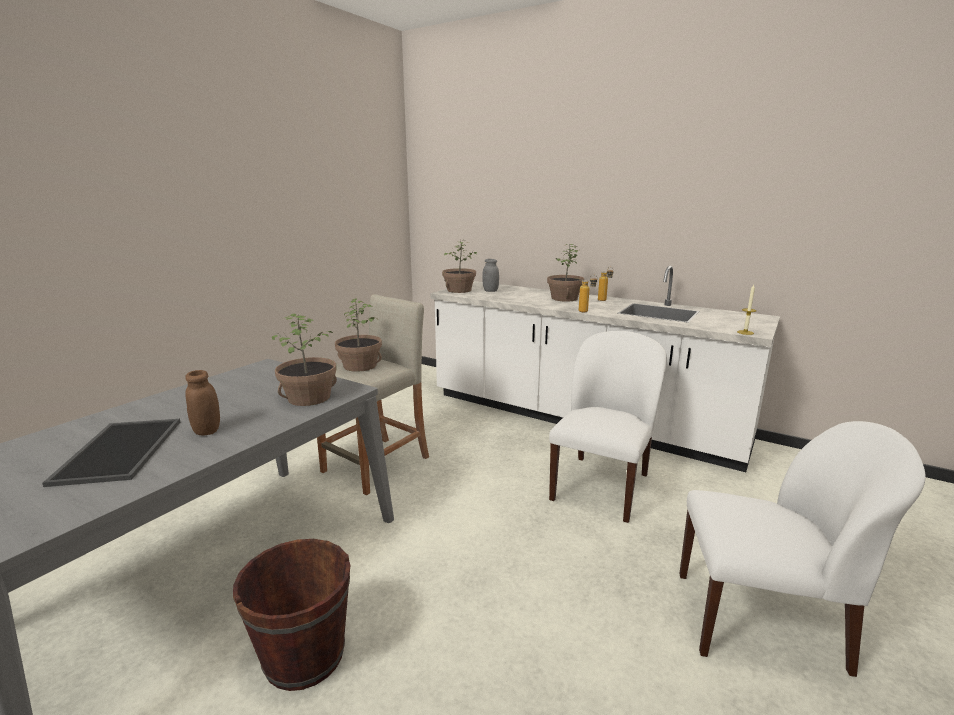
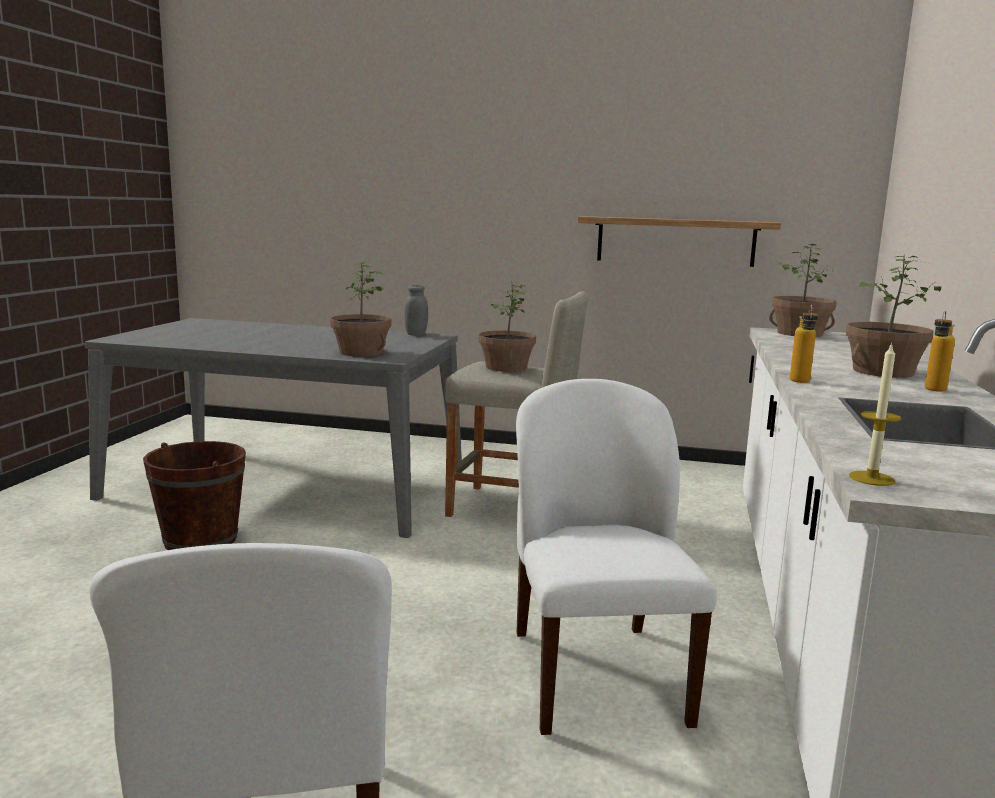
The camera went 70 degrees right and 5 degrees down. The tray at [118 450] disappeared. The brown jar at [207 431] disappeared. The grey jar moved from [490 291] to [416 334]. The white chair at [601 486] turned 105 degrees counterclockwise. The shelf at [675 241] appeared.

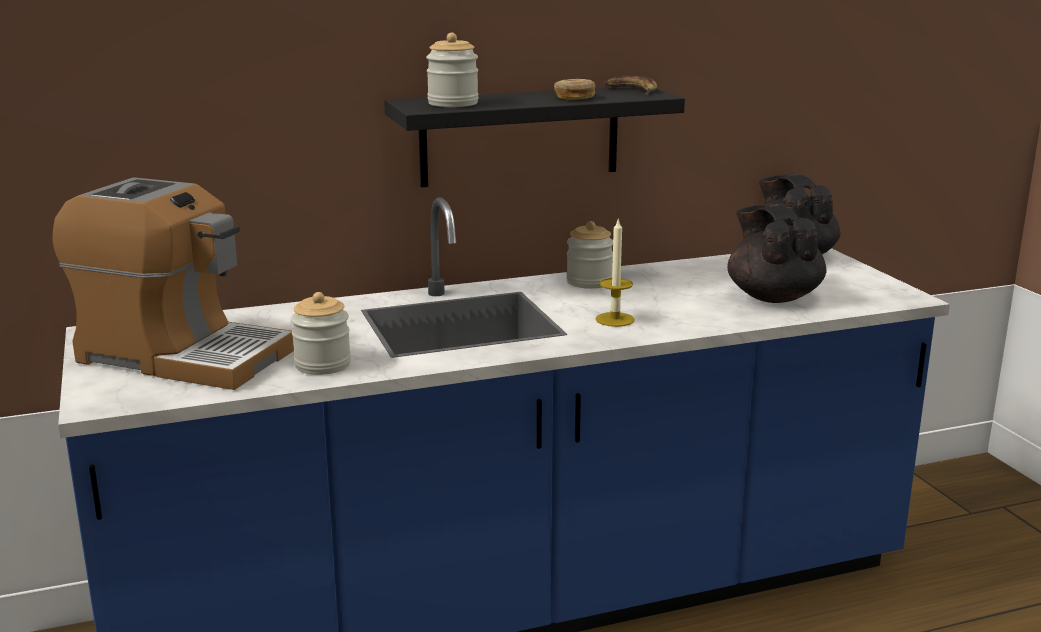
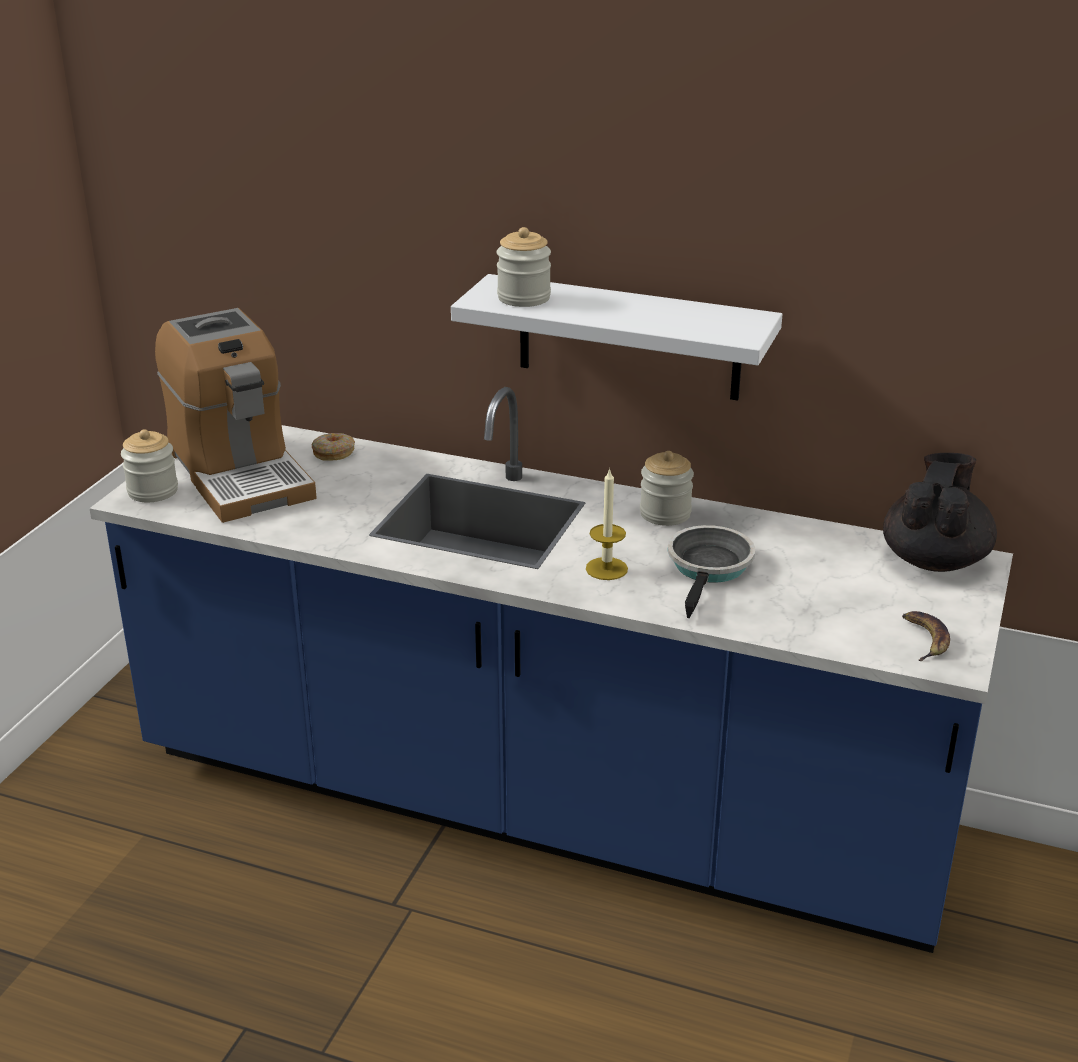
The camera went 40 degrees right and 10 degrees up. The jar moved from [322 364] to [153 491]. The black shelf at [520 136] became the white shelf at [629 338]. The donut moved from [574 97] to [334 453]. The banana moved from [632 90] to [924 639]. The black teapot at [772 296] disappeared. The frying pan at [709 569] appeared.

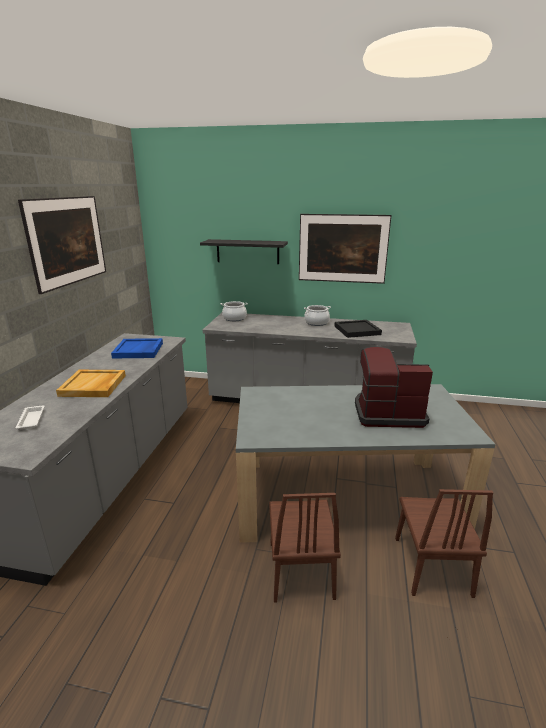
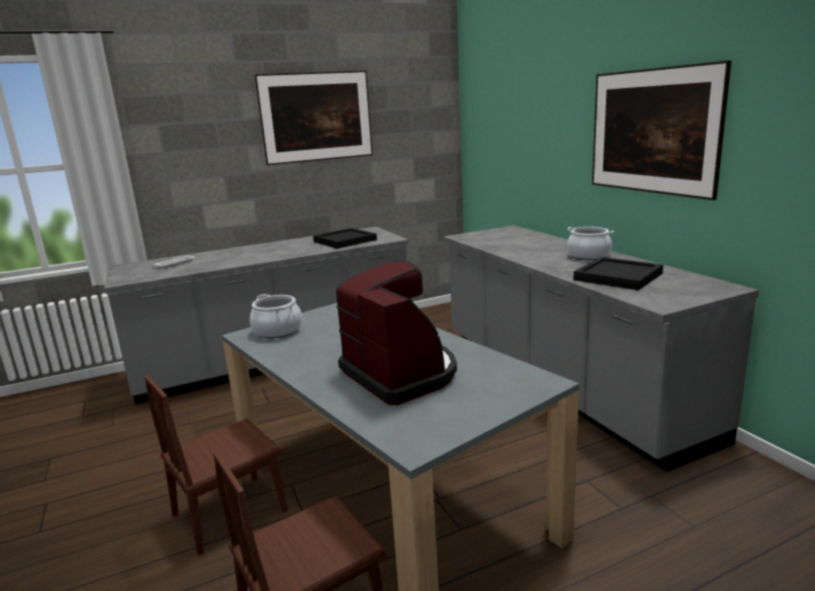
The camera went 55 degrees right and 5 degrees down. The beige tray at [93 386] disappeared. The blue tray at [138 350] became the black tray at [345 241]. The black shelf at [247 251] disappeared. The cooking pot moved from [234 318] to [278 331].

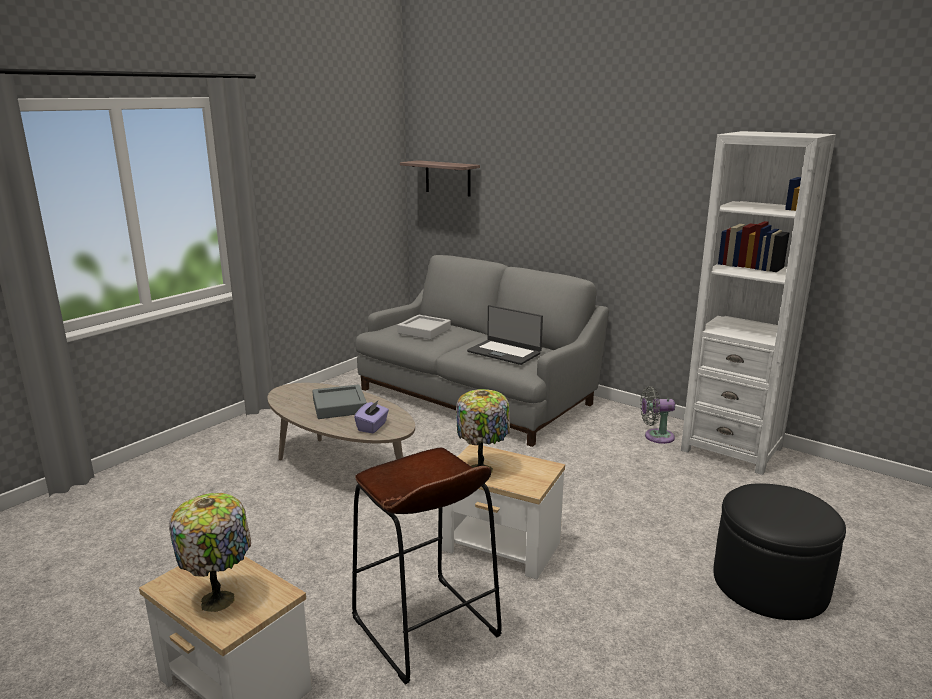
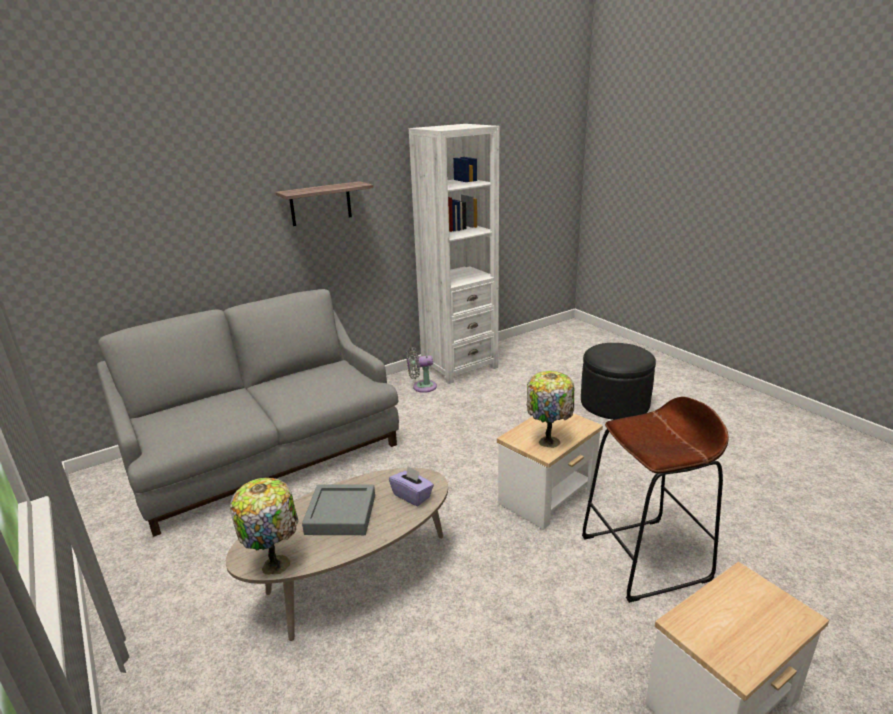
The camera went 70 degrees left and 5 degrees up. The table lamp moved from [220 599] to [275 563]. The grey tray at [424 331] disappeared. The shelf moved from [448 178] to [320 204]. The laptop at [504 352] disappeared. The grey fan at [656 436] turned 60 degrees clockwise.

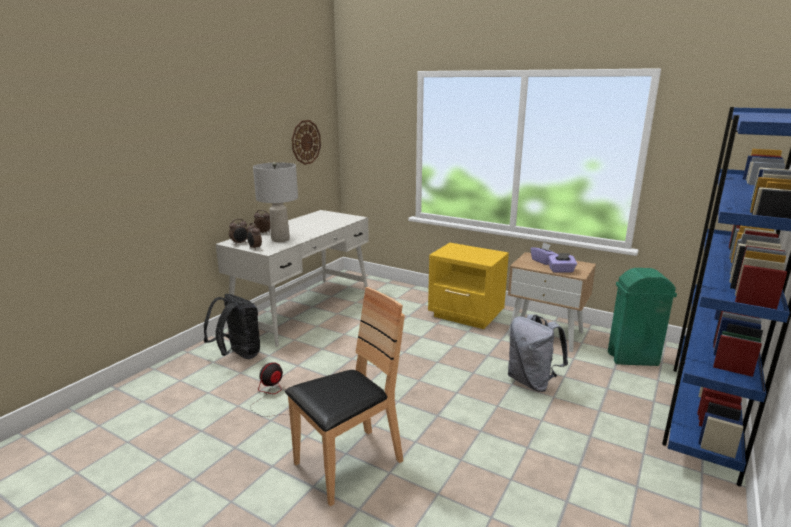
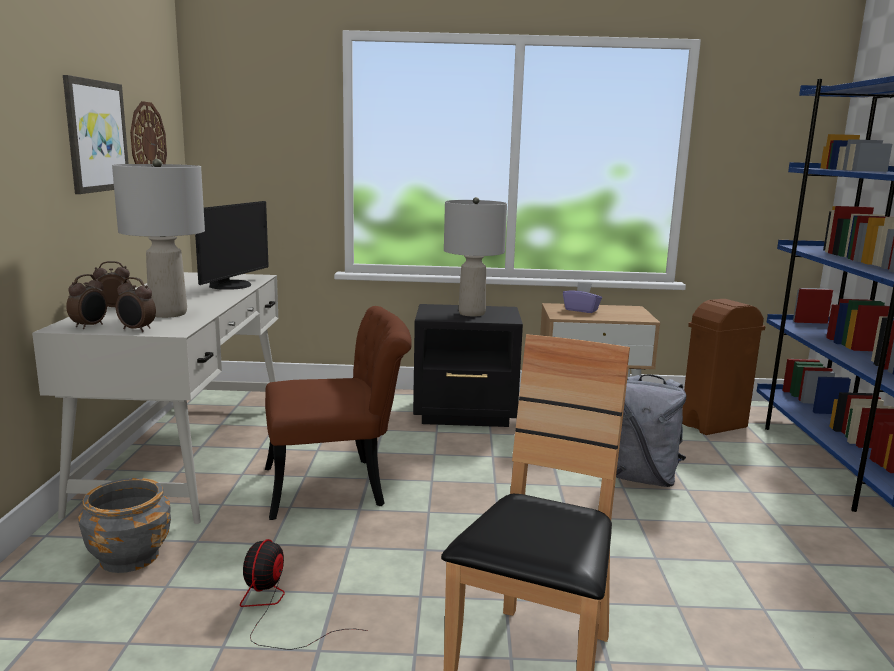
The camera went 30 degrees left and 5 degrees down. The black backpack at [238 355] was replaced by the grey planter at [129 557]. The yellow nightstand at [466 316] became the black nightstand at [466 414]. The purple tissue box at [561 270] disappeared. The green trash can at [632 358] became the brown trash can at [712 425]. The picture at [95 136] appeared. The monitor at [232 286] appeared. The brown chair at [338 486] appeared. The grey table lamp at [472 313] appeared.

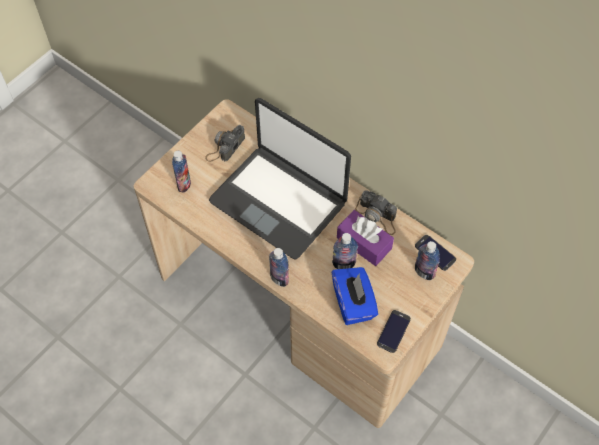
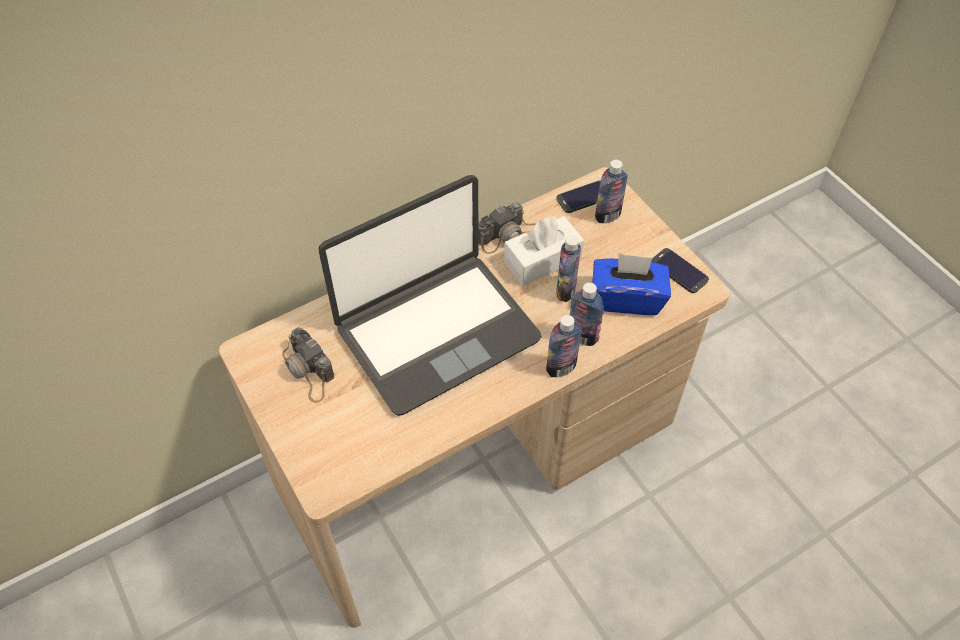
The camera went 70 degrees left and 5 degrees down. The bottle moved from [184 184] to [582 336]. The purple tissue box at [364 243] became the white tissue box at [542 260].

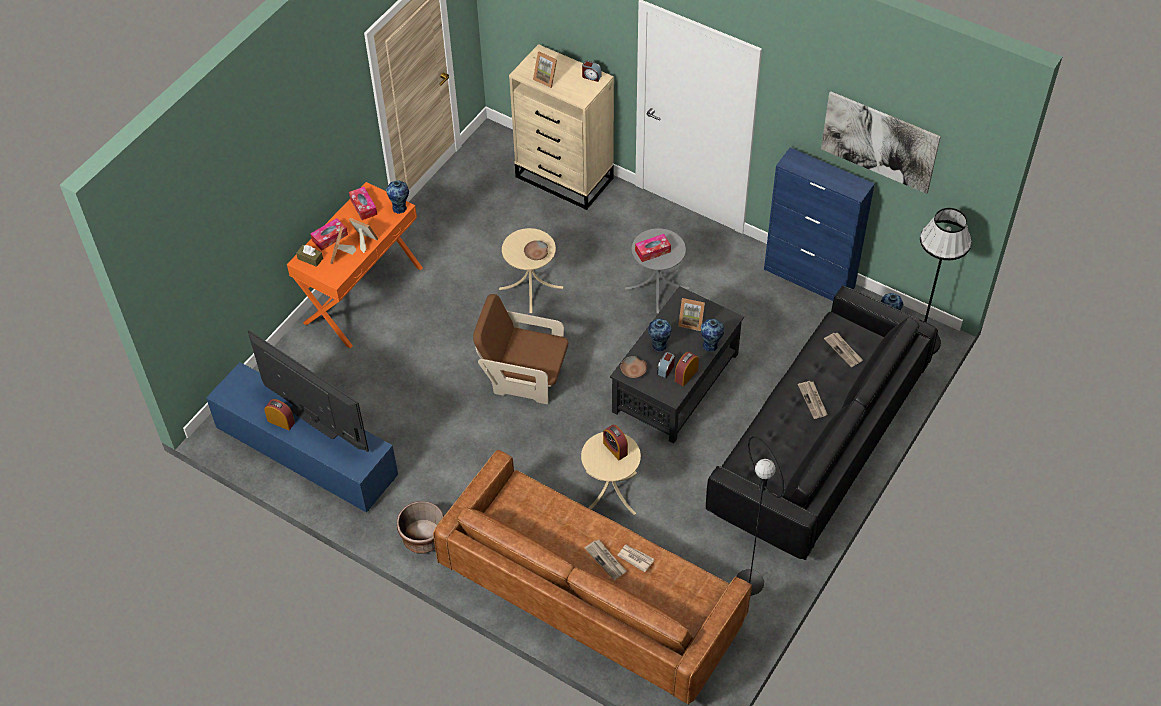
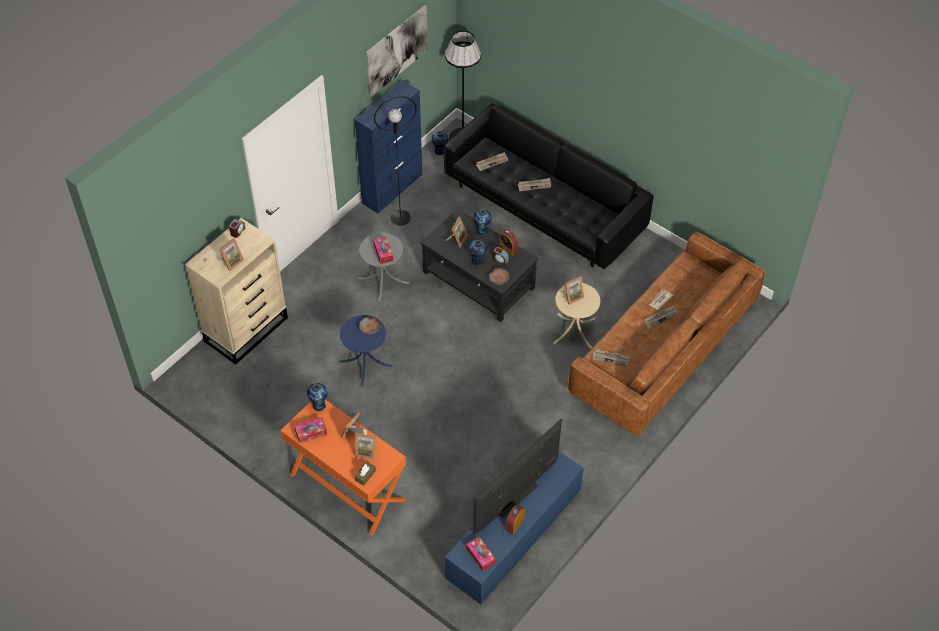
The camera went 85 degrees left and 0 degrees up. The tissue box moved from [330 237] to [480 556]. The brown planter at [423 538] disappeared. The brown armchair at [523 377] disappeared. The beige side table at [531 288] became the blue side table at [365 363]. The alarm clock at [615 449] was replaced by the picture frame at [572 296]. The black floor lamp moved from [749 582] to [400 217]. The newspaper at [611 358] appeared.

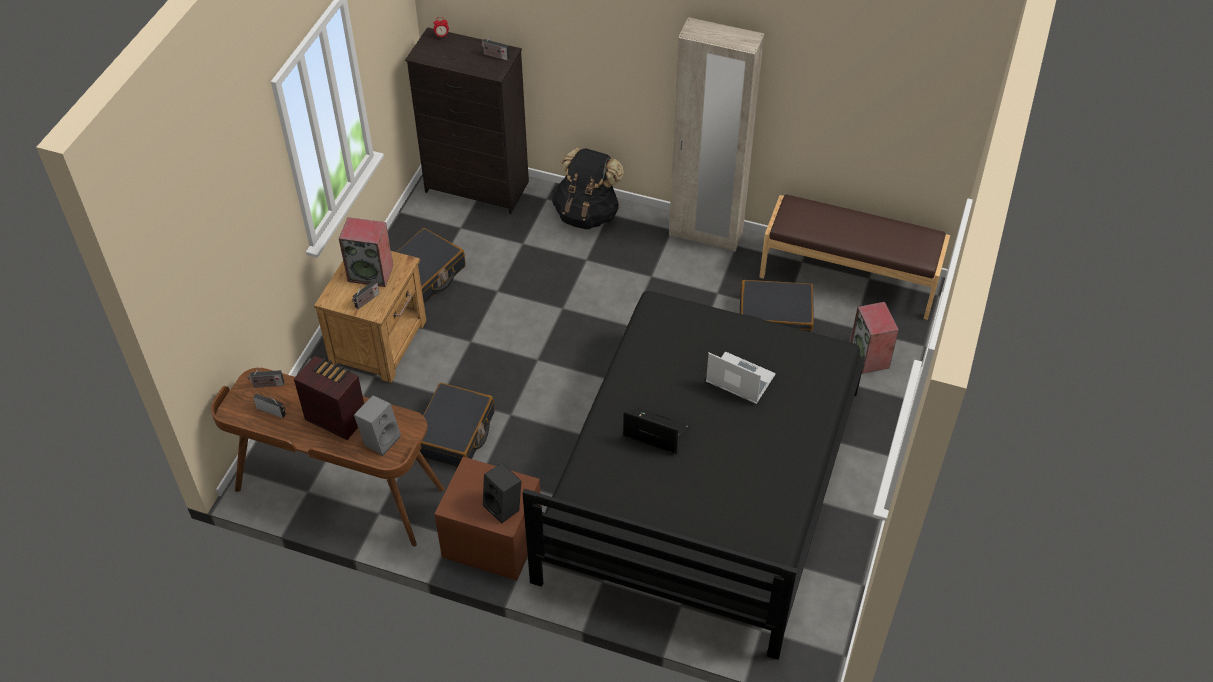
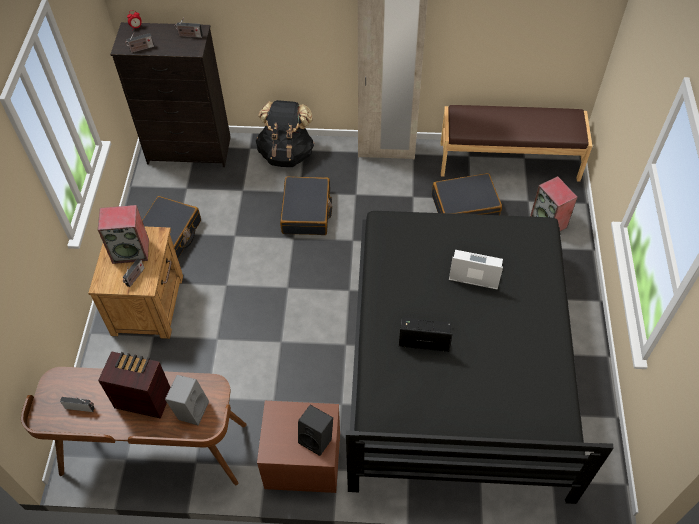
The camera went 15 degrees left and 5 degrees up. The radio moved from [267 385] to [140 49]. The black suitcase moved from [454 434] to [307 212].

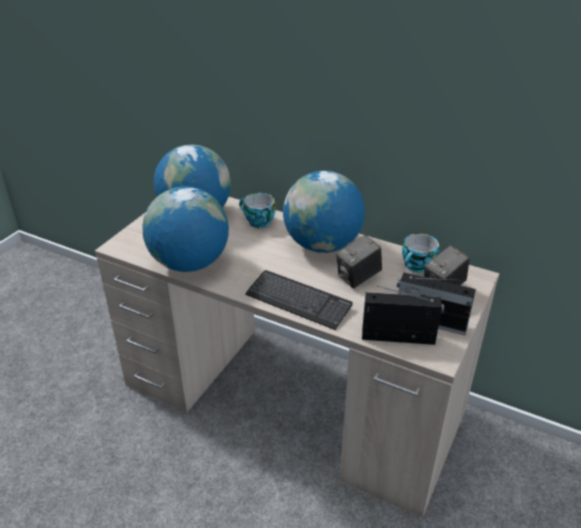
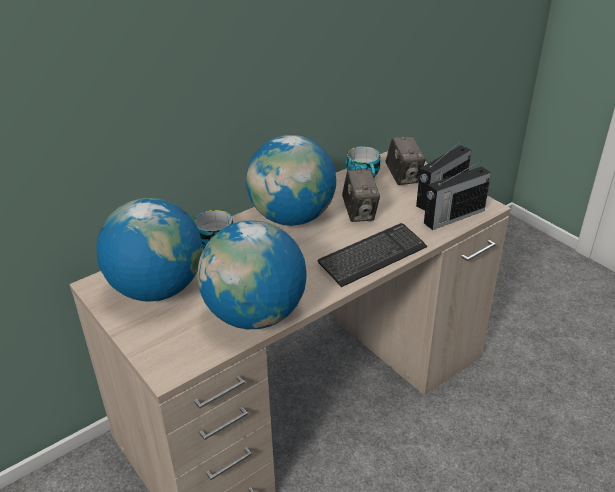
The camera went 65 degrees left and 0 degrees up. The radio at [399 337] turned 150 degrees counterclockwise.

